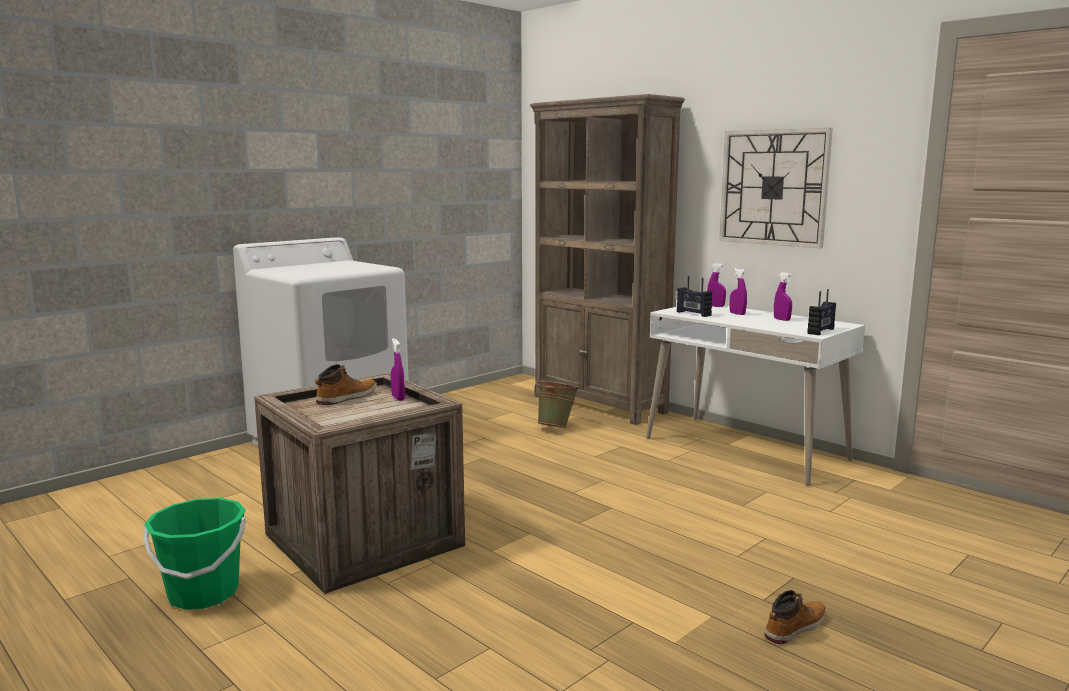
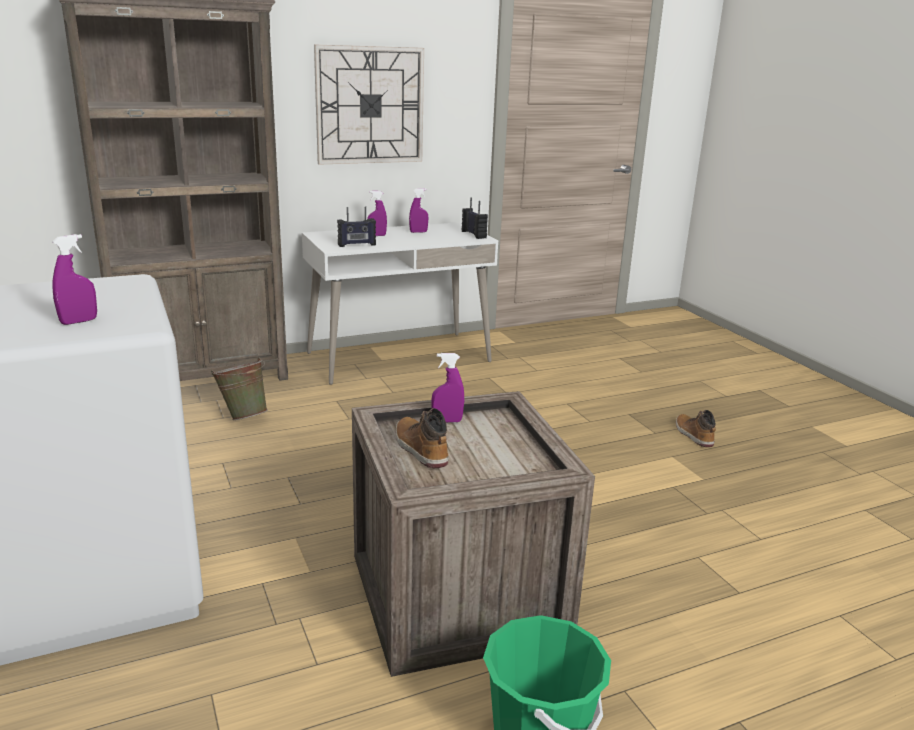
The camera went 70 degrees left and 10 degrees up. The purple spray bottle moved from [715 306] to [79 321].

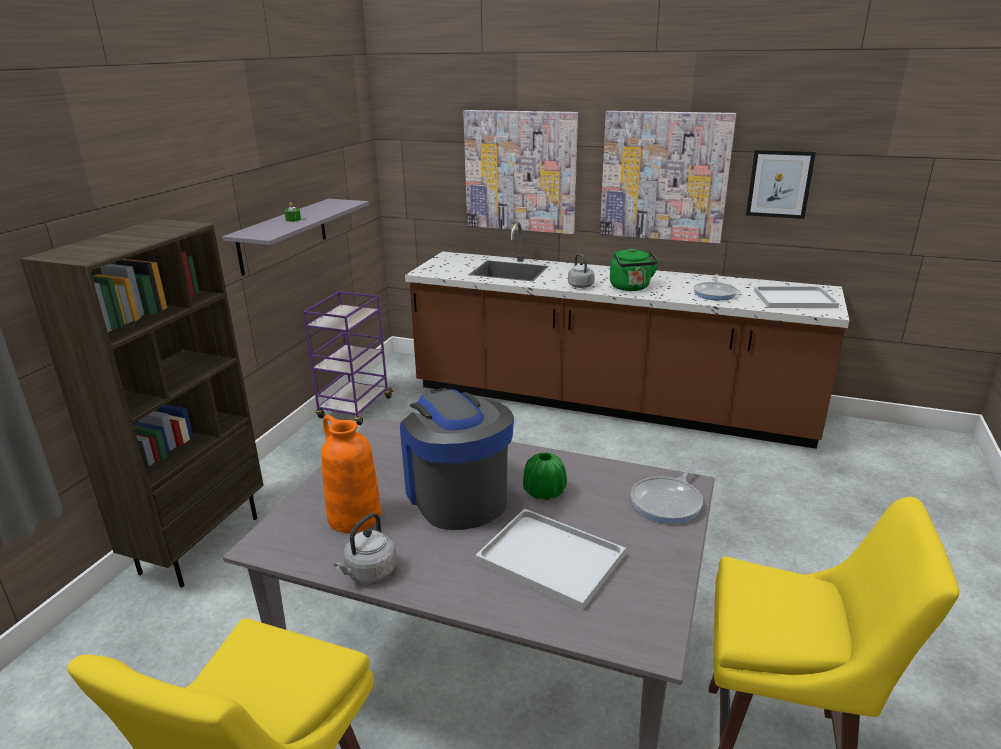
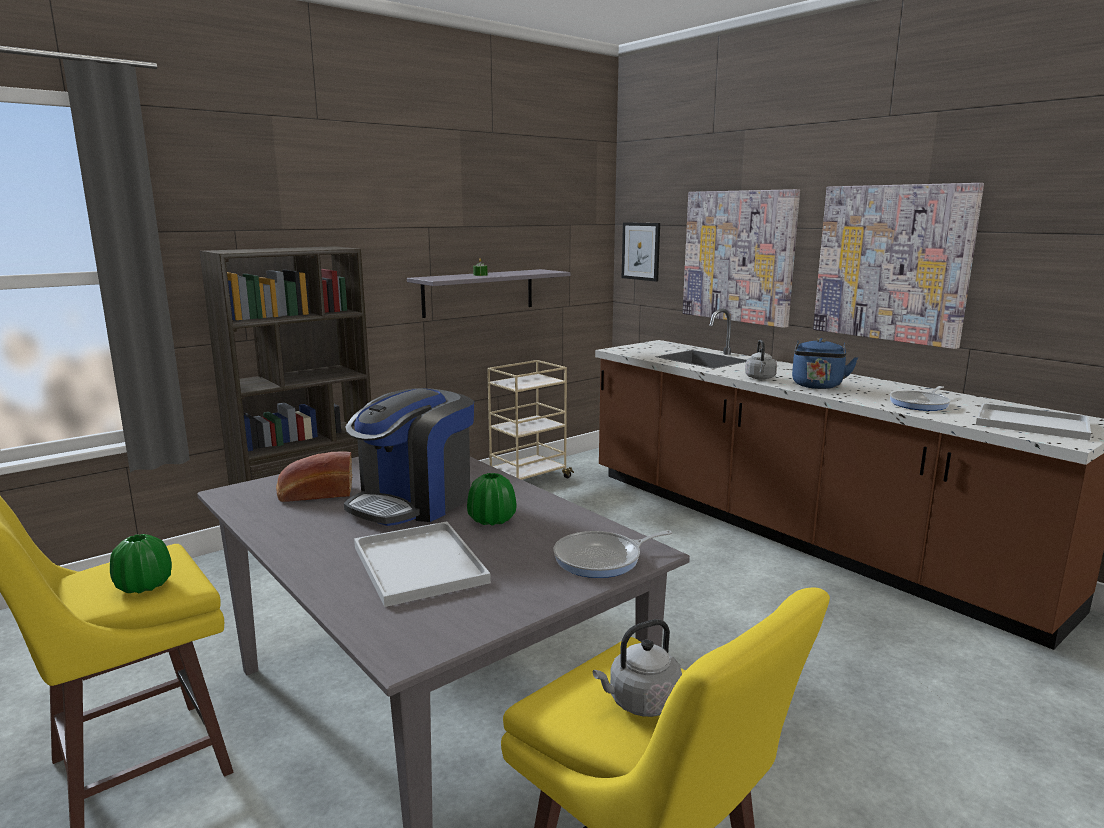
The camera went 30 degrees right and 10 degrees down. The purple cart at [355 408] became the beige cart at [529 479]. The orange vase at [353 517] was replaced by the bread at [315 494]. The grey kettle moved from [369 572] to [640 703]. The coffee machine at [456 495] turned 150 degrees counterclockwise. The green kettle at [631 288] became the blue kettle at [817 386]. The picture moved from [779 184] to [641 251]. The green vase at [144 585] appeared.

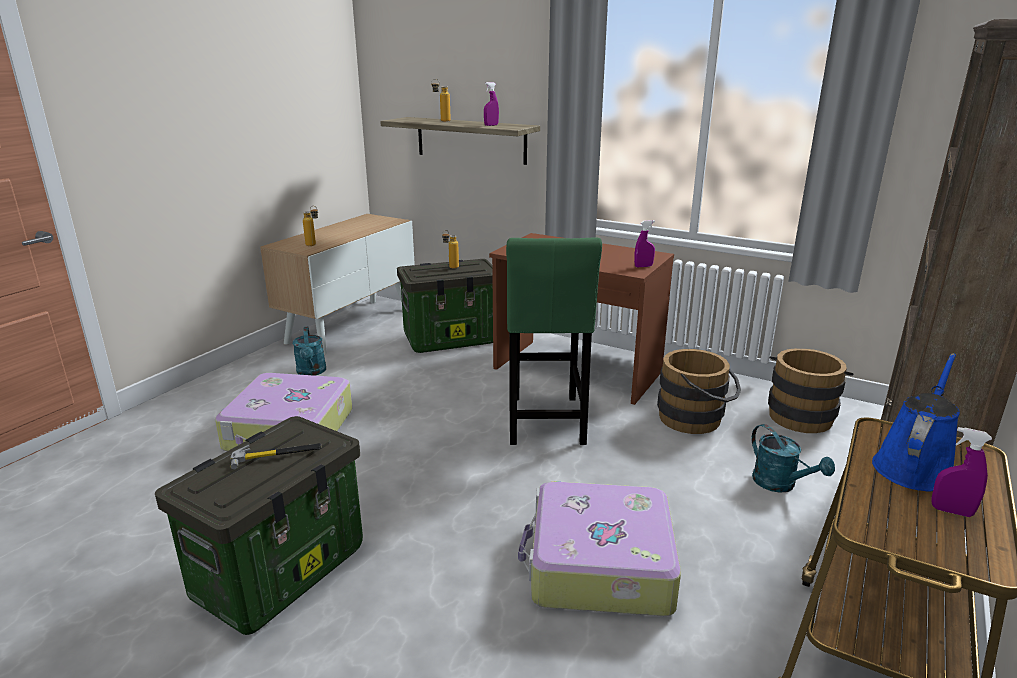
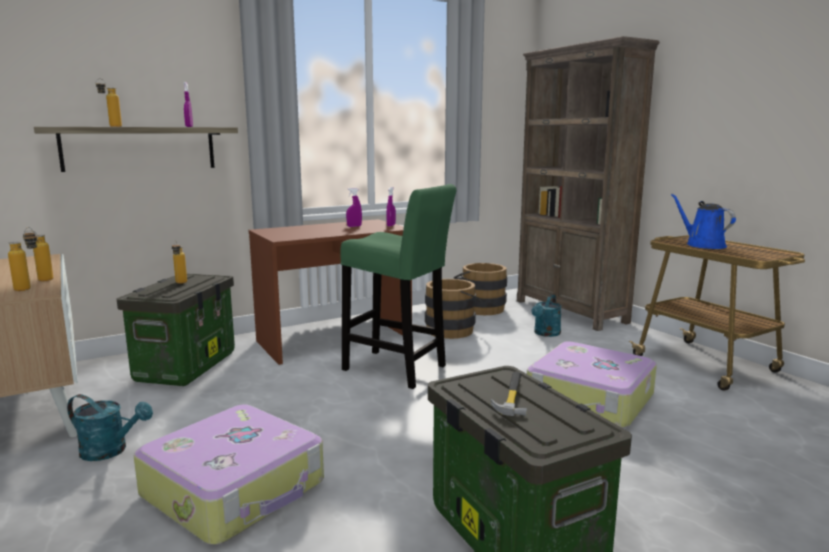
The camera went 60 degrees left and 10 degrees down. The turquoise watering can at [780 484] turned 120 degrees clockwise. The purple spray bottle moved from [951 511] to [354 226]. The bottle at [41 281] appeared.

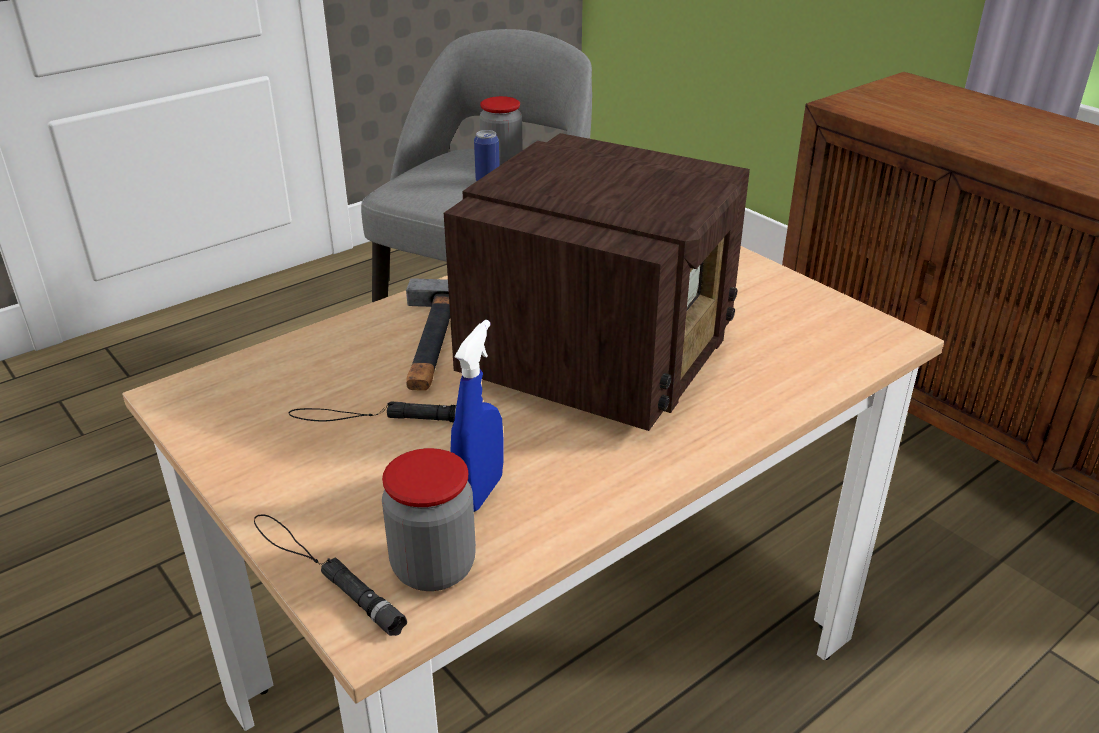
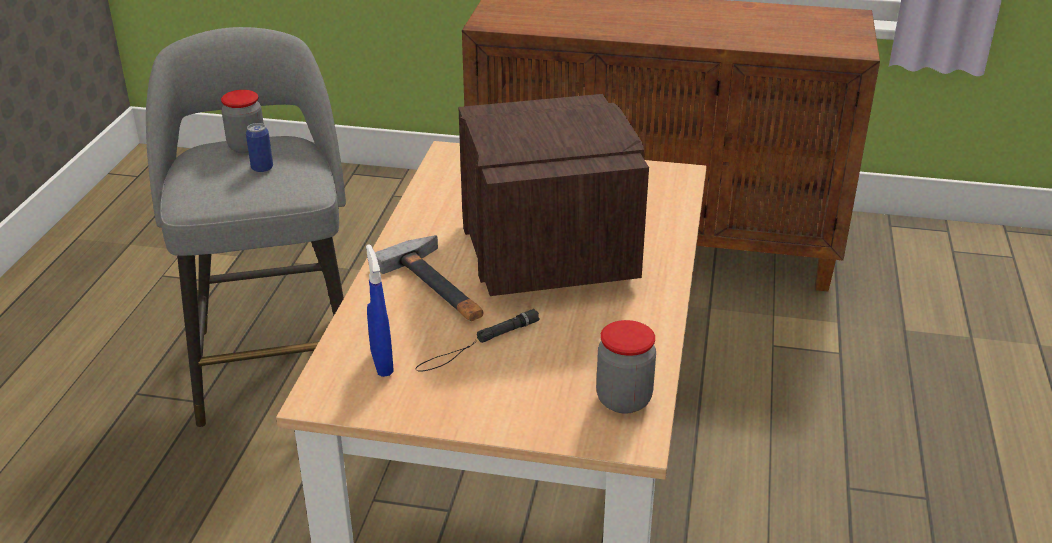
The camera went 40 degrees left and 0 degrees up. The black flashlight at [323 572] disappeared. The blue spray bottle moved from [479 493] to [382 363].

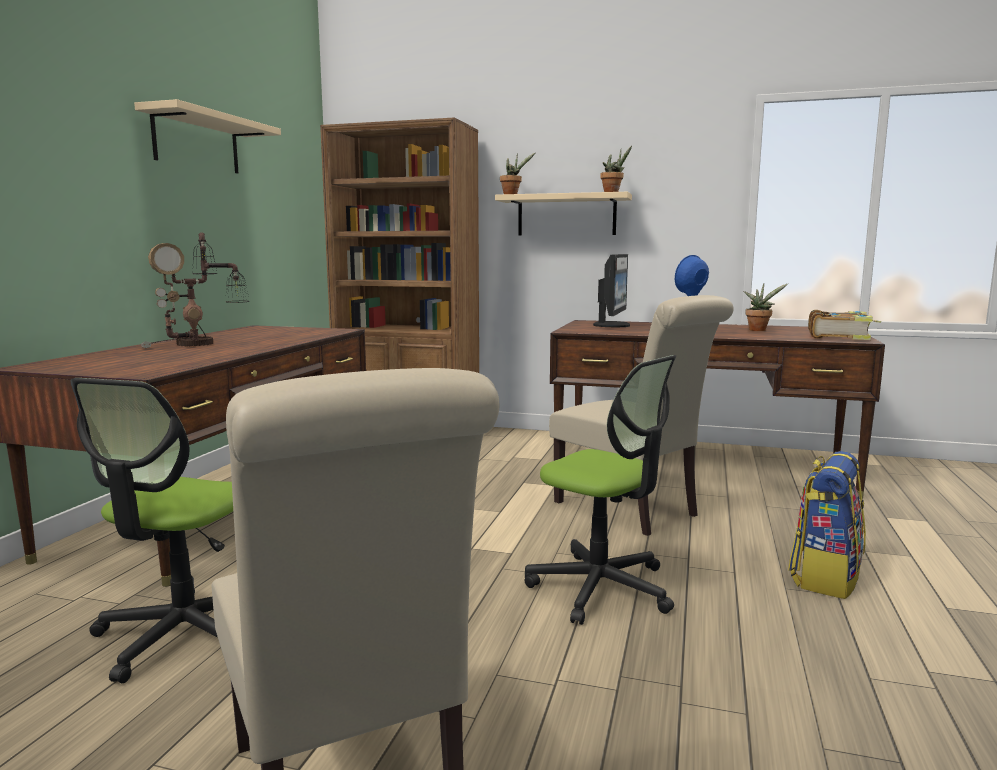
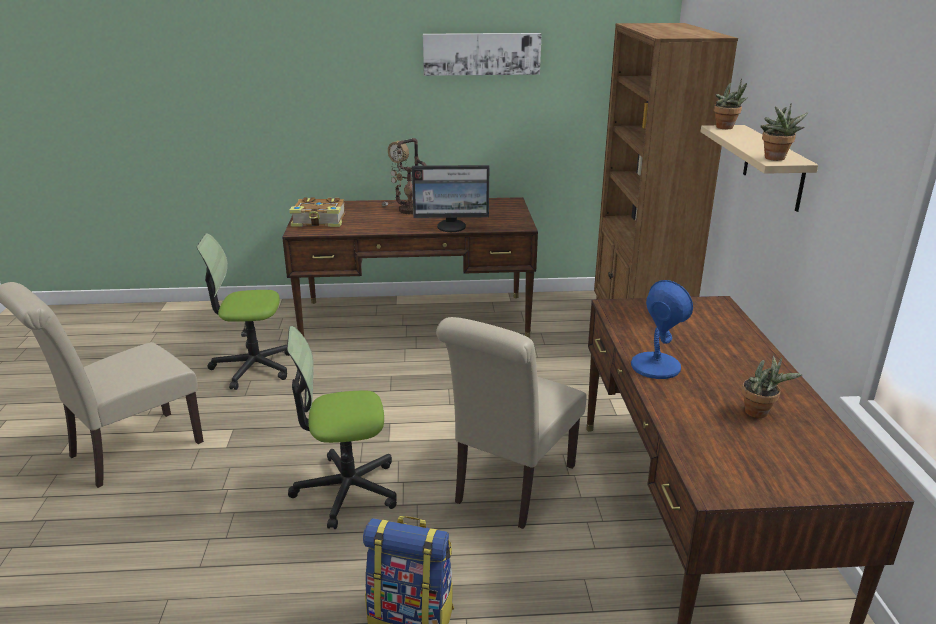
The camera went 70 degrees right and 15 degrees up. The beige shelf at [197 142] was replaced by the picture at [481 54]. The office chair at [601 588] turned 60 degrees clockwise. The monitor moved from [613 325] to [452 227]. The book moved from [839 336] to [320 221].

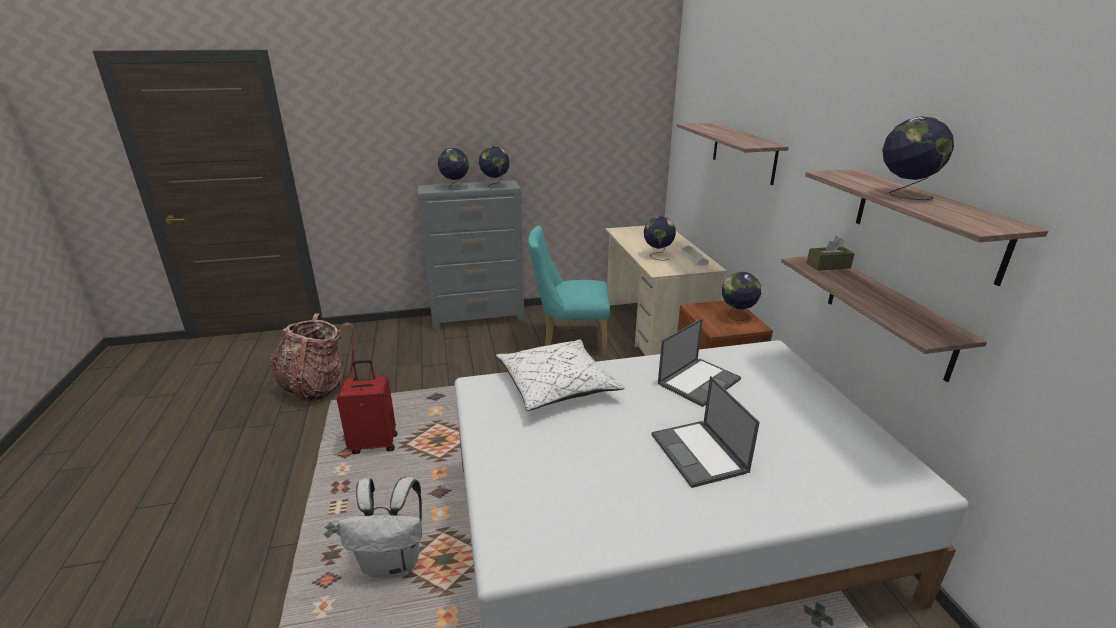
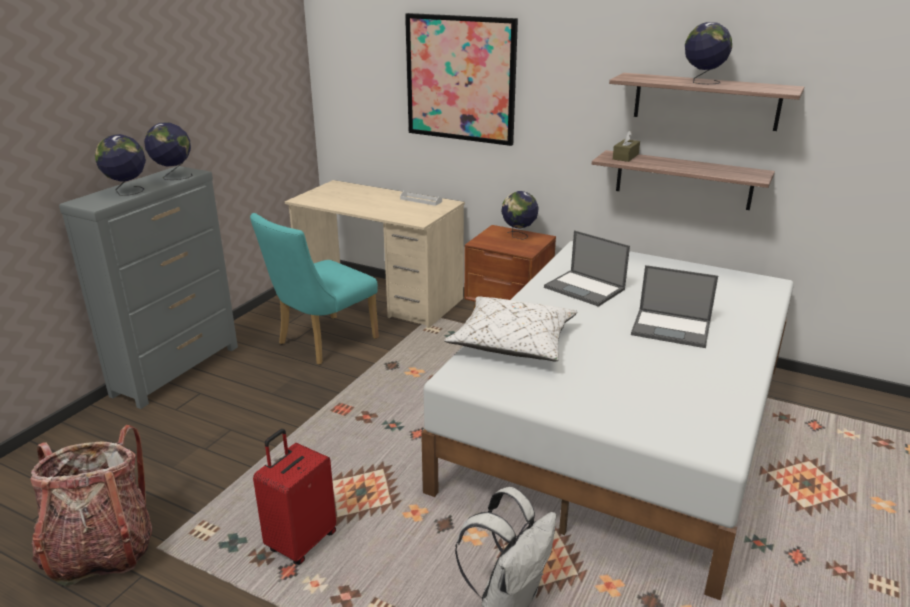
The camera went 50 degrees left and 0 degrees up. The globe at [657 255] disappeared. The laptop at [699 381] turned 135 degrees clockwise. The shelf at [743 152] was replaced by the picture at [460 79].

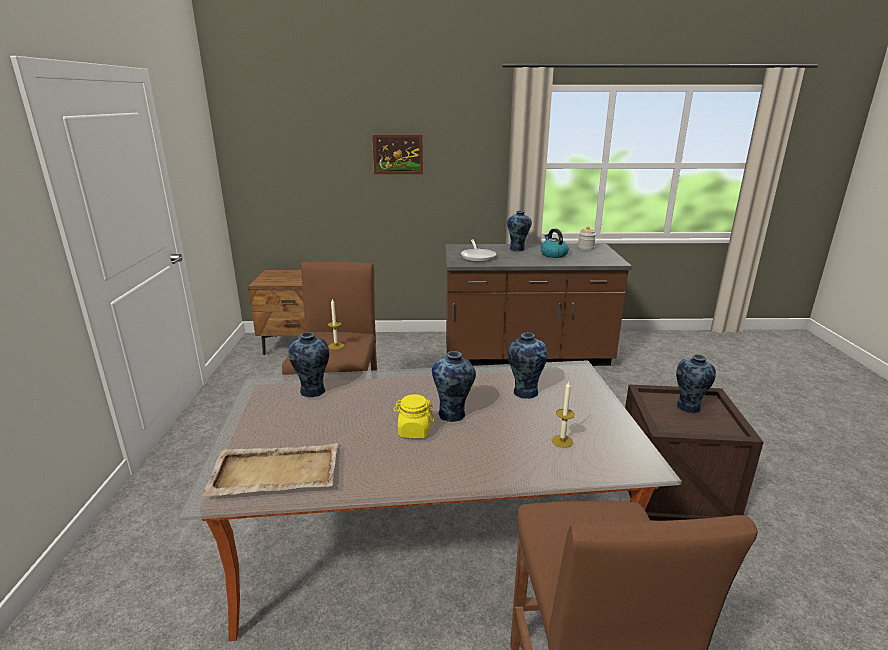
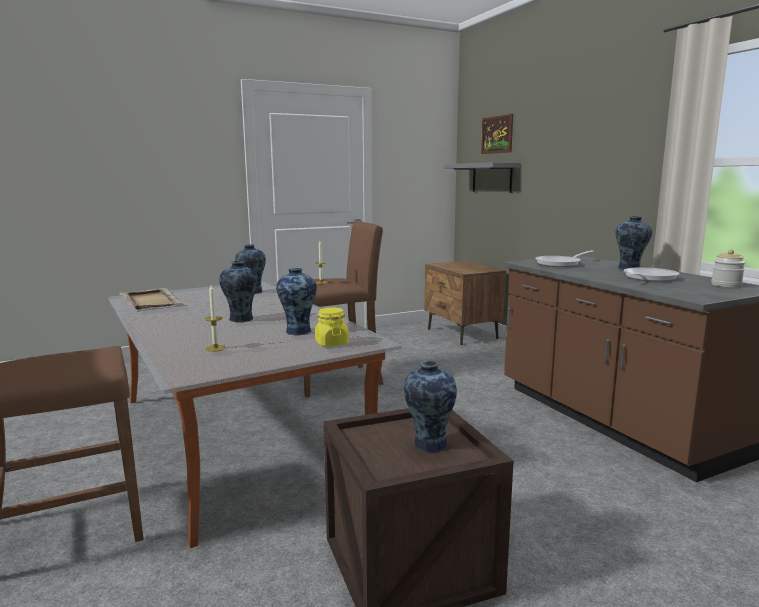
The camera went 65 degrees right and 10 degrees down. The picture moved from [398 154] to [497 134]. The yellow jar moved from [414 431] to [331 343]. The kettle at [553 254] was replaced by the frying pan at [647 278]. The grey shelf at [492 177] appeared.

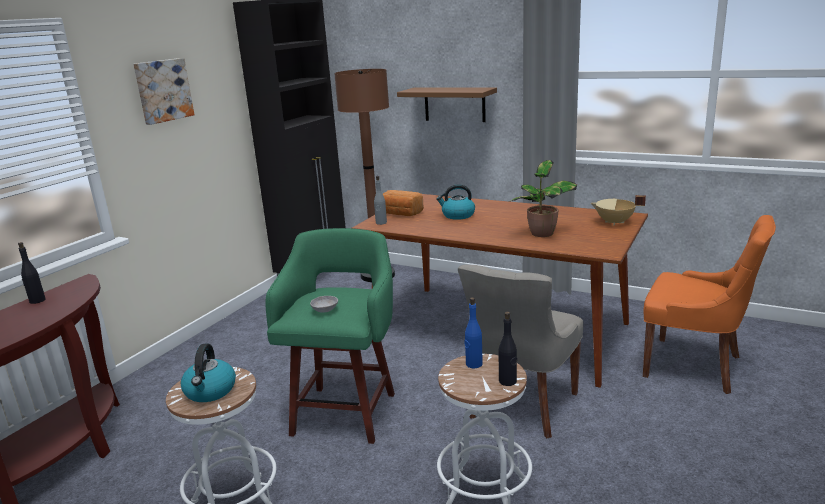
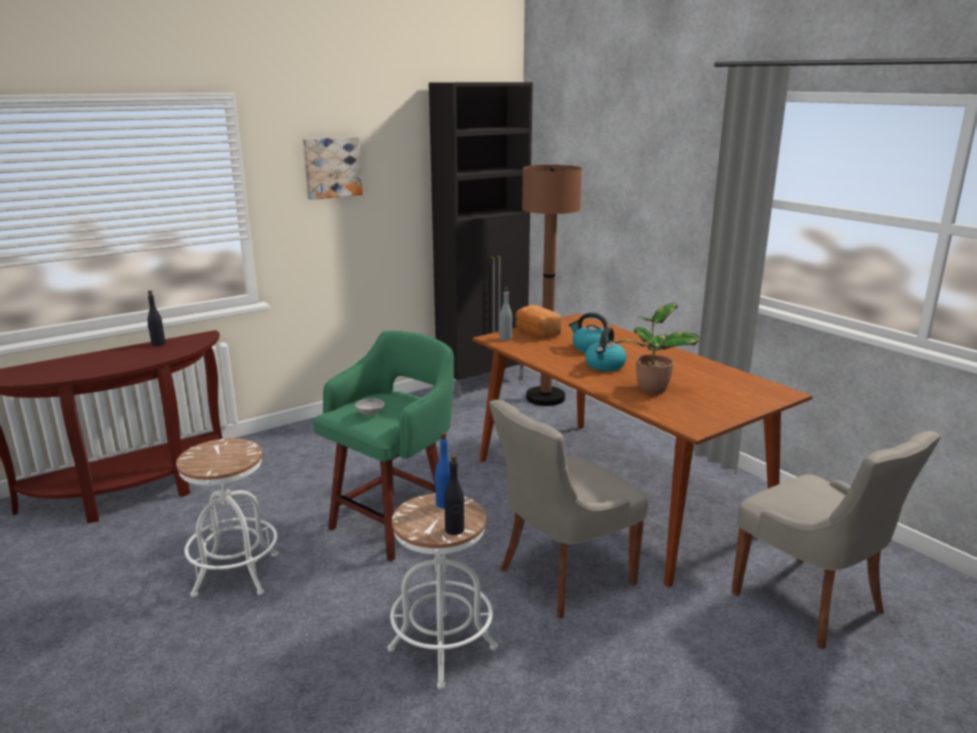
The camera went 25 degrees right and 0 degrees up. The kettle moved from [210 391] to [605 365]. The brown shelf at [454 104] disappeared. The beige cooking pot at [614 222] disappeared. The orange chair at [695 366] became the grey chair at [811 603].

